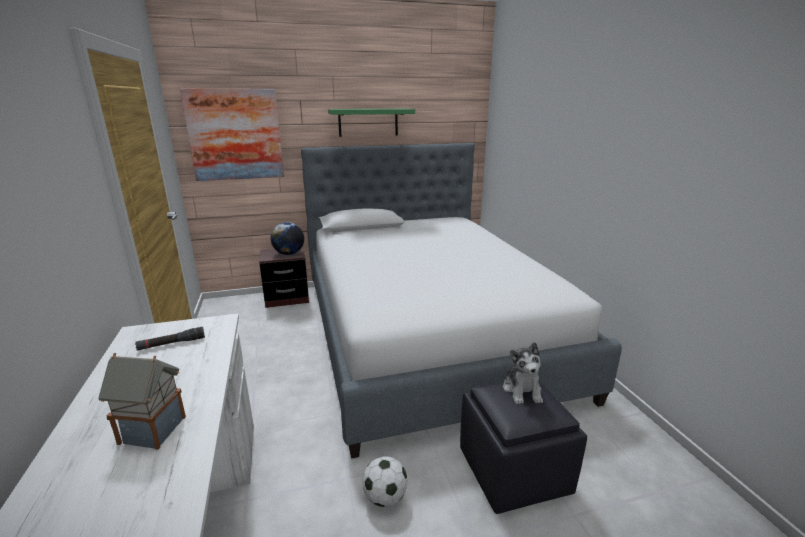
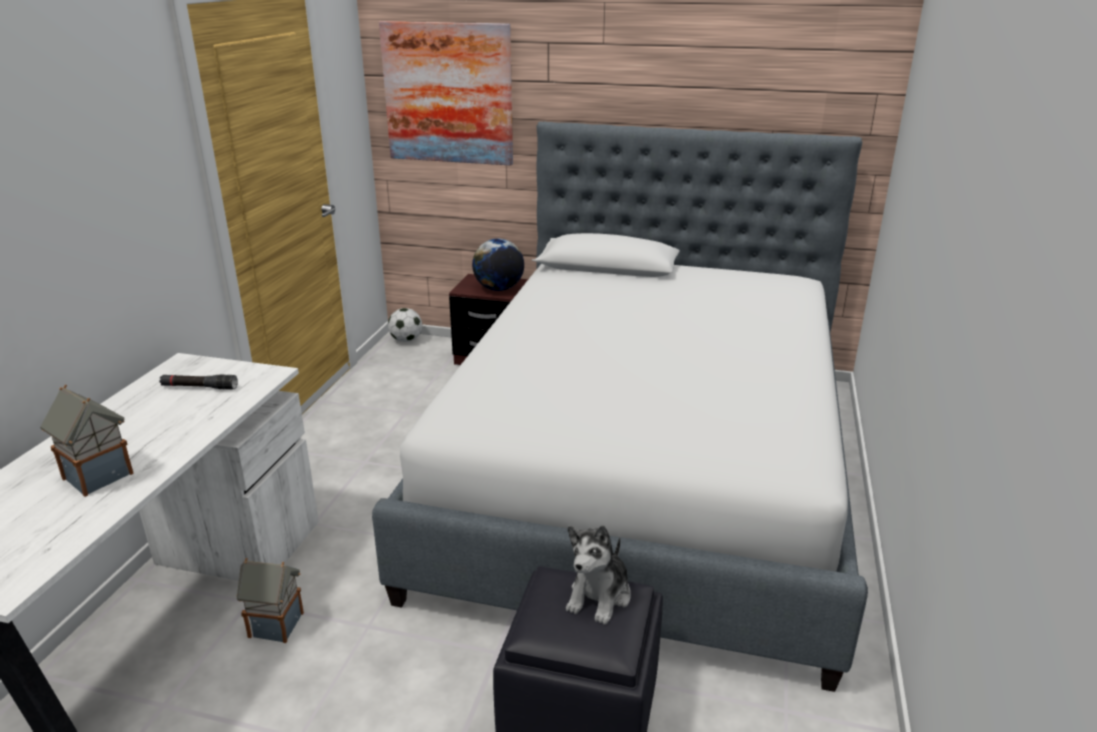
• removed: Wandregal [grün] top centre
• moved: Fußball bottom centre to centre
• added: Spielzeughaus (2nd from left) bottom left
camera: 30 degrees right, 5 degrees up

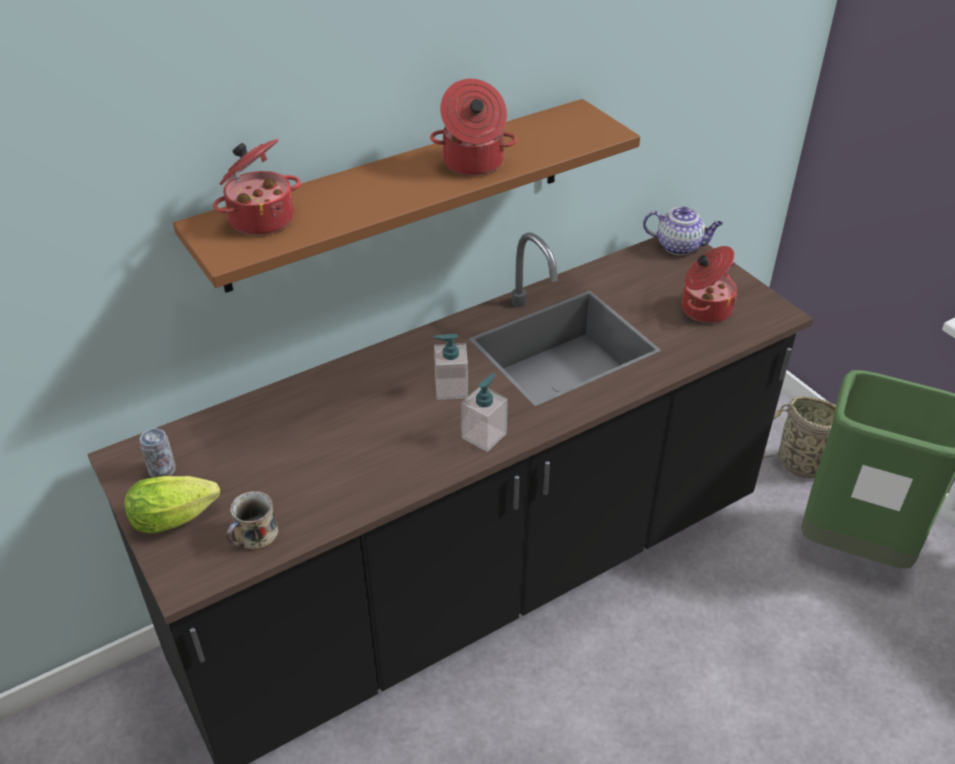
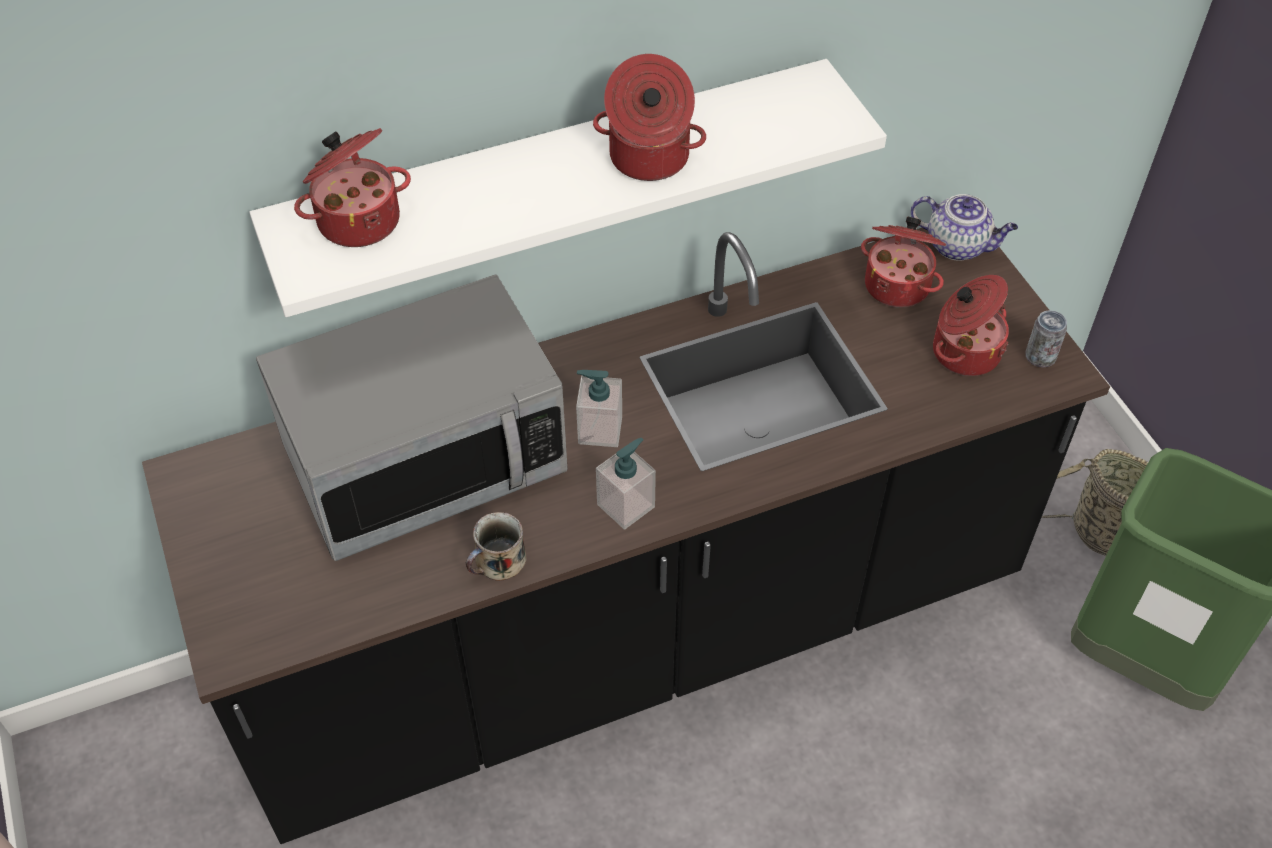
• recoloured: Wandregal [braun] top centre to Wandregal [weiß] top centre
• moved: Dose middle left to middle right
• removed: Salatkopf middle left
• moved: Henkelbecher bottom left to centre
• added: Kochtopf (3rd from left) top right
• added: Mikrowelle middle left
camera: 10 degrees right, 10 degrees up

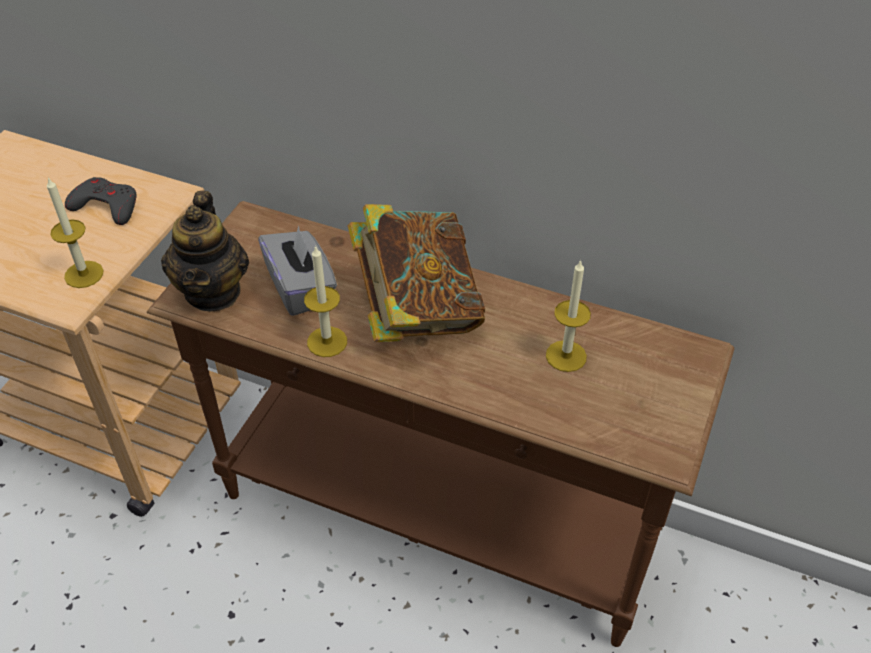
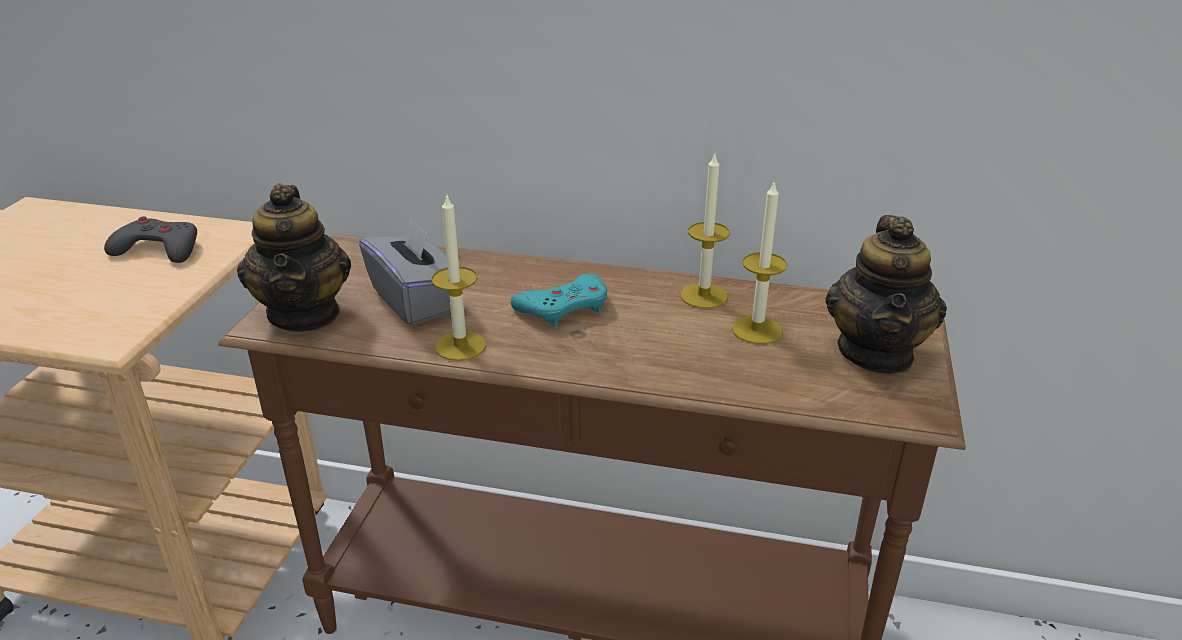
• moved: Kerze (1st from left in the first image) middle left to Kerze (2nd from left) centre
• replaced: Buch centre to Gamepad [türkis] centre
• added: Teekanne (2nd from left) middle right
camera: 10 degrees left, 15 degrees down

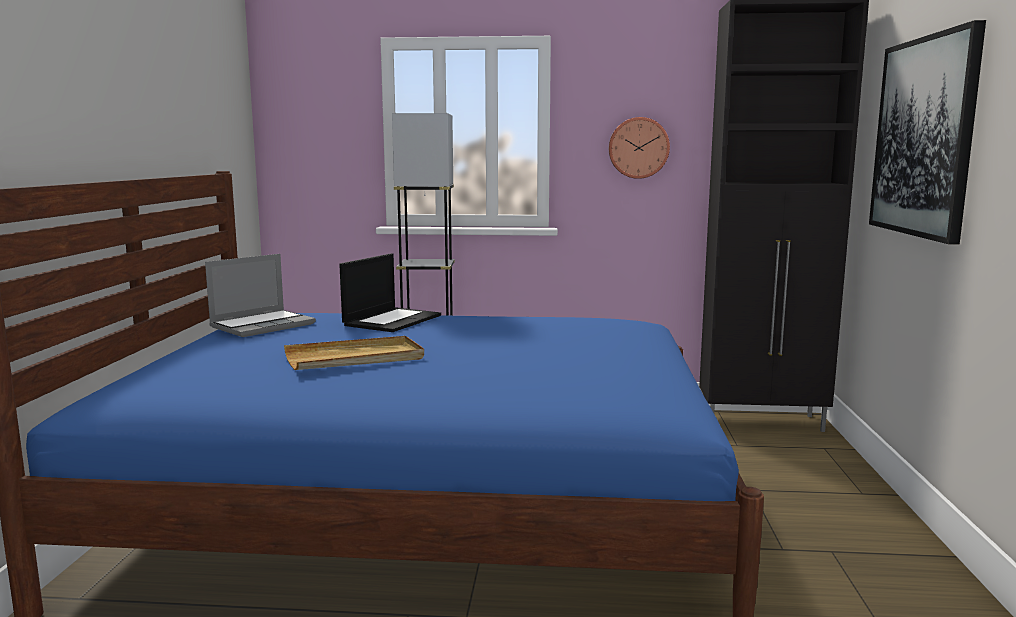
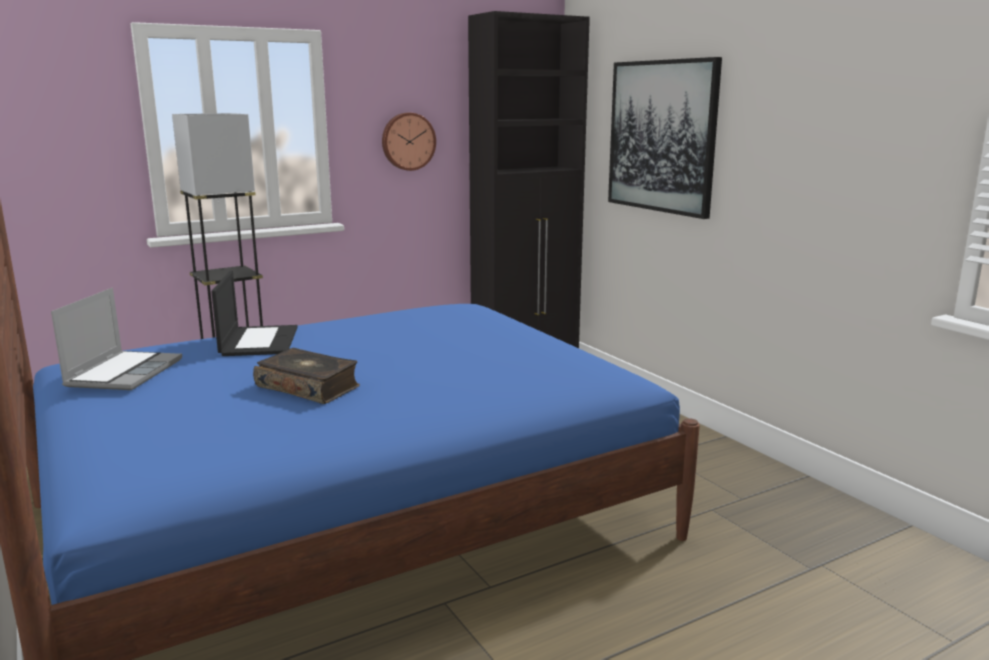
• replaced: Tablett [beige] centre to Buch middle left
camera: 35 degrees left, 5 degrees up

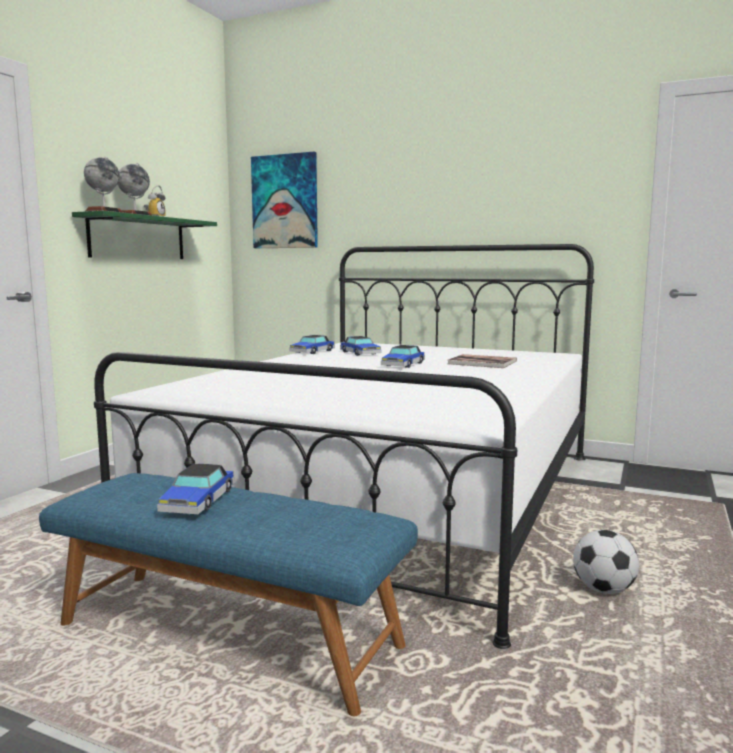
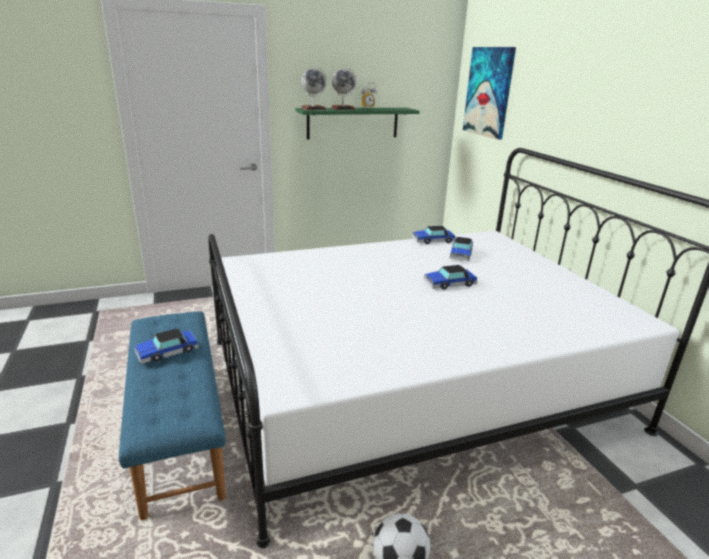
• removed: Buch centre
camera: 45 degrees right, 15 degrees up

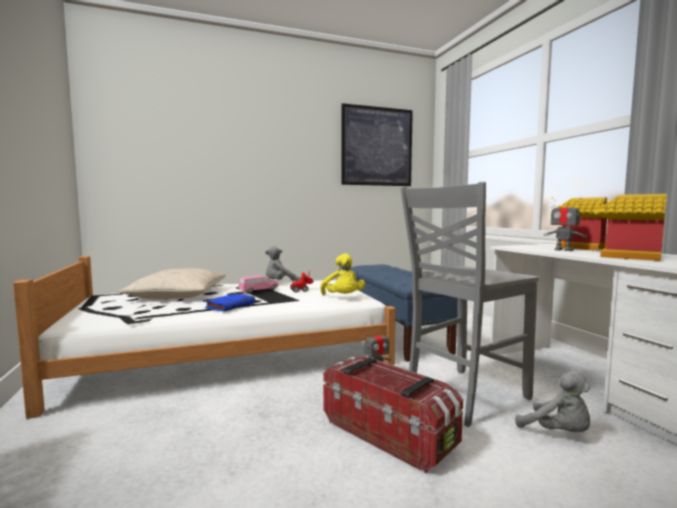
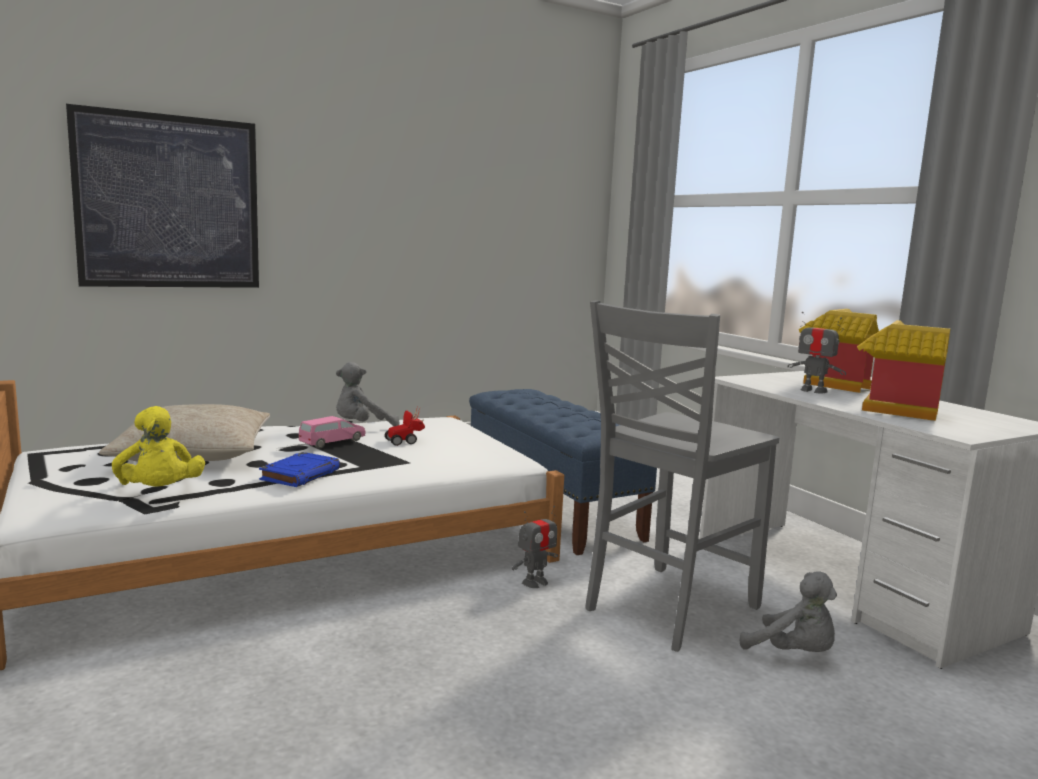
• moved: Bild top centre to top left
• moved: Plüschtier [gelb] centre to middle left
• removed: Aufbewahrungsbox bottom centre
camera: 10 degrees left, 5 degrees up

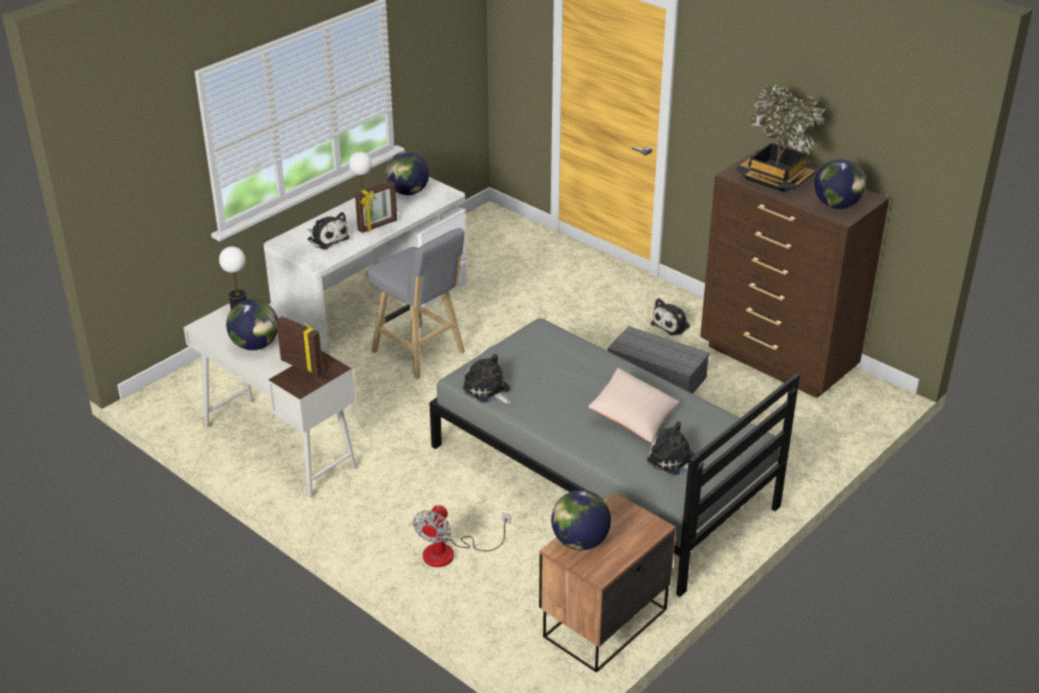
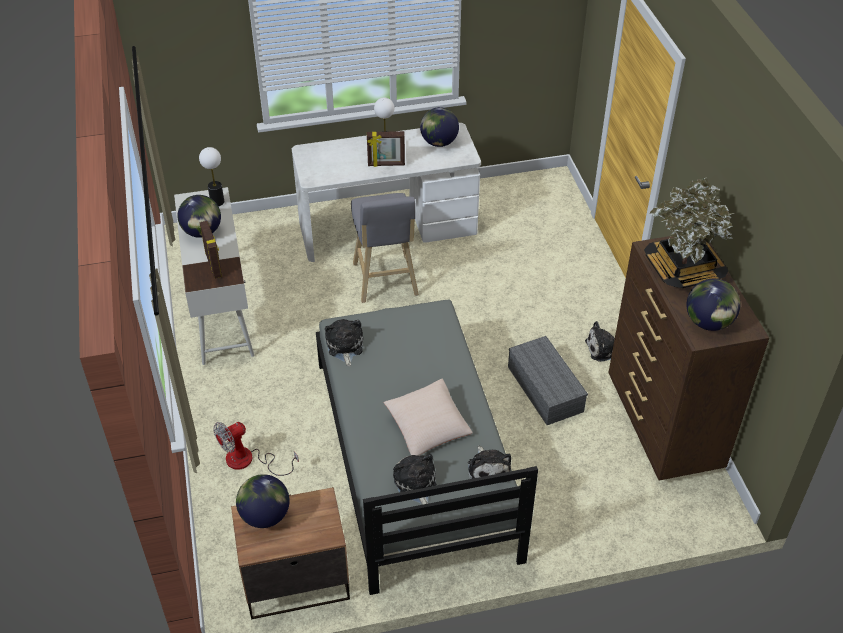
• moved: Plüschtier (1st from left in the first image) middle left to Plüschtier (3rd from left) bottom centre
camera: 35 degrees right, 10 degrees up

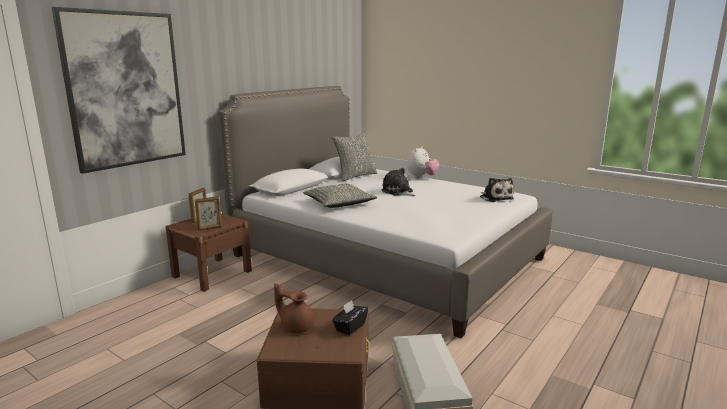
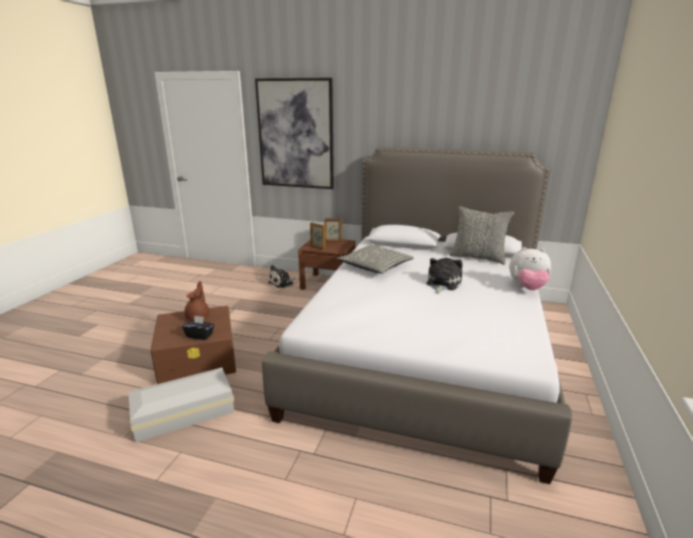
• moved: Plüschtier (3rd from left in the first image) middle right to Plüschtier (1st from left) centre
camera: 70 degrees right, 5 degrees up

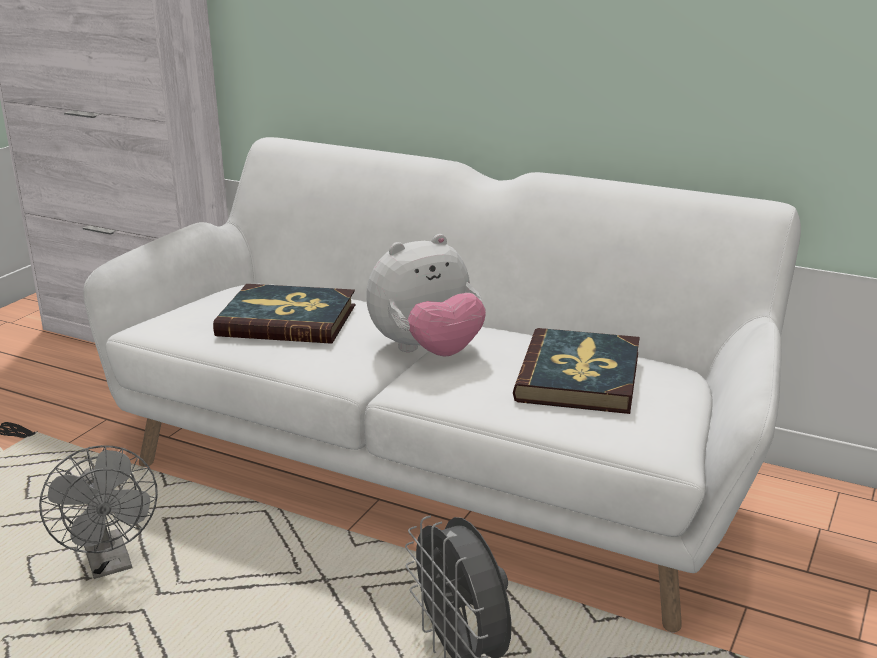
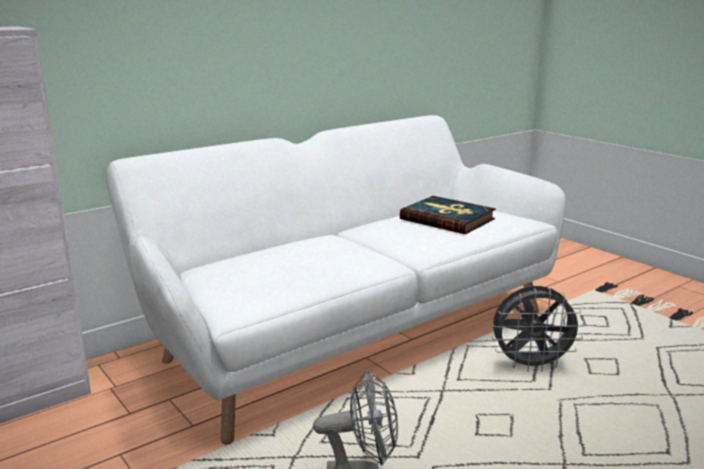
• removed: Plüschtier centre
• removed: Buch (1st from left) middle left
camera: 65 degrees left, 5 degrees down

